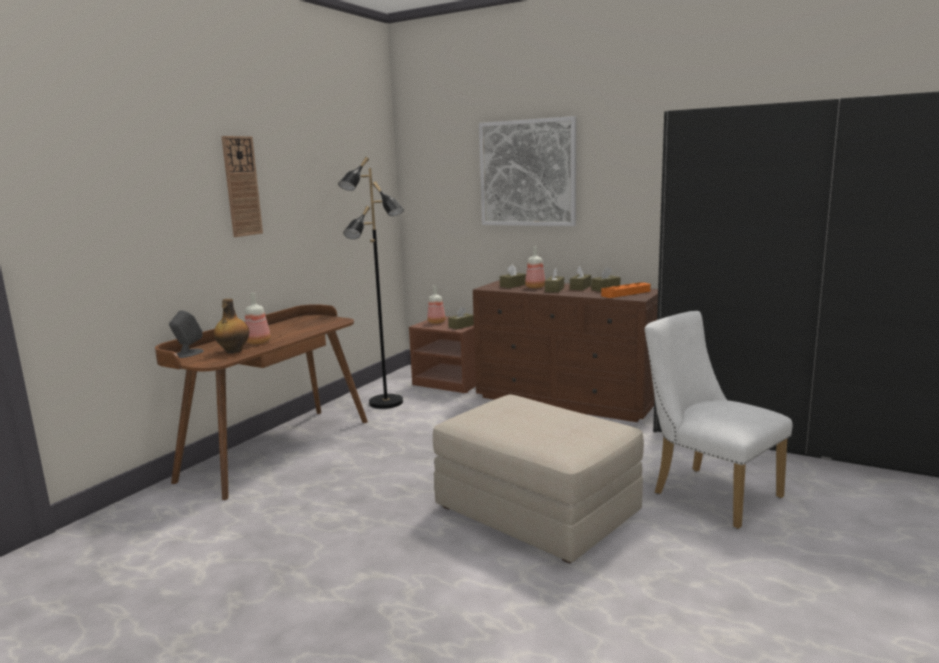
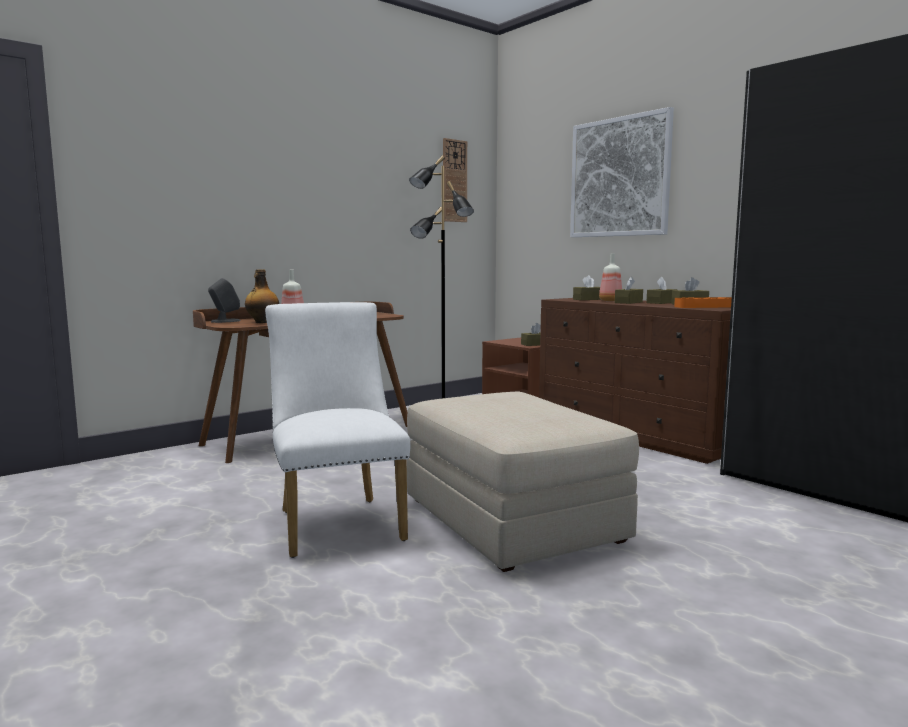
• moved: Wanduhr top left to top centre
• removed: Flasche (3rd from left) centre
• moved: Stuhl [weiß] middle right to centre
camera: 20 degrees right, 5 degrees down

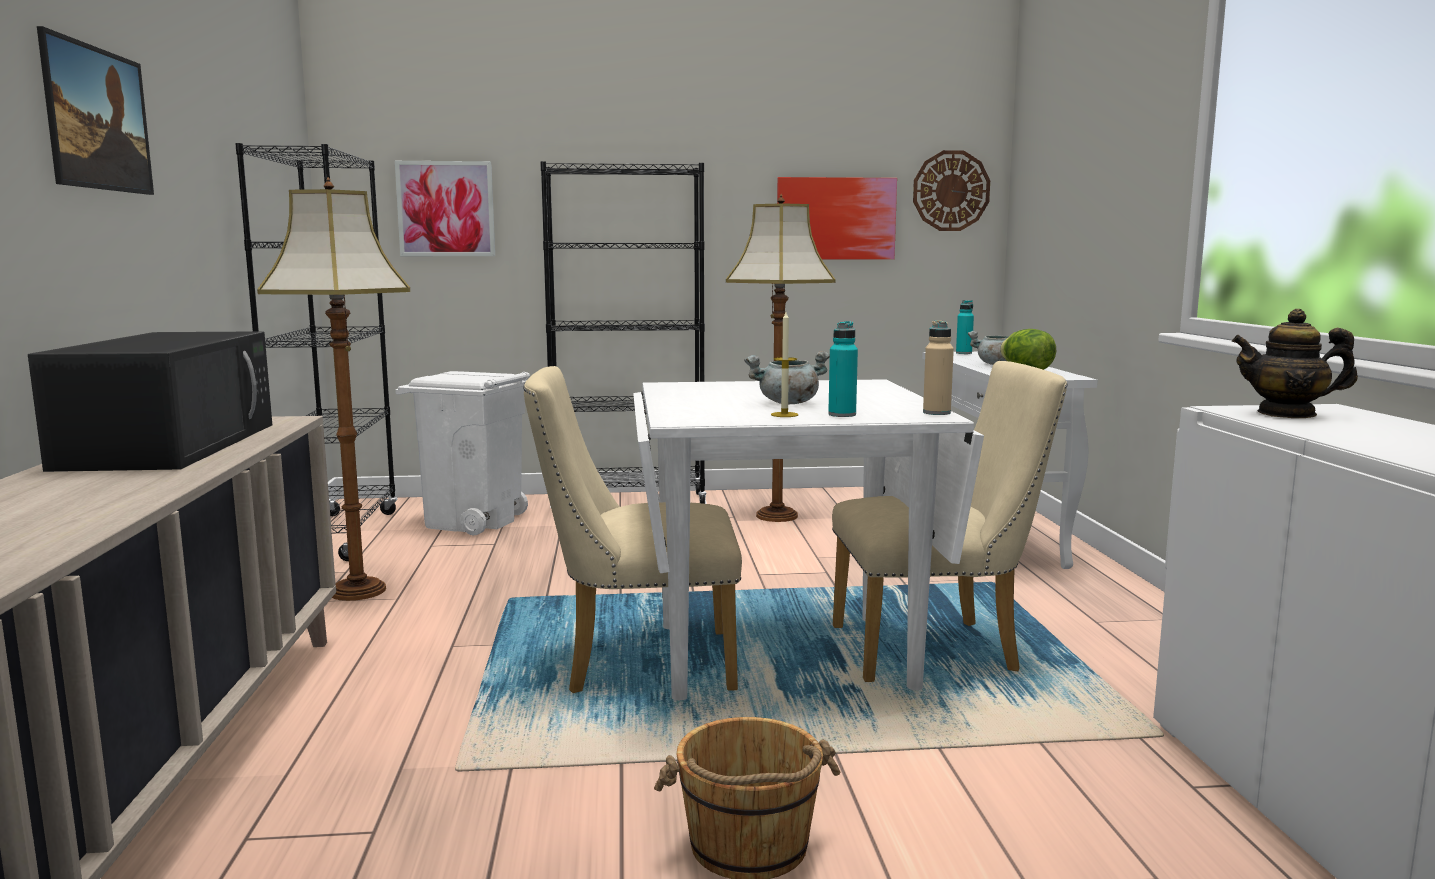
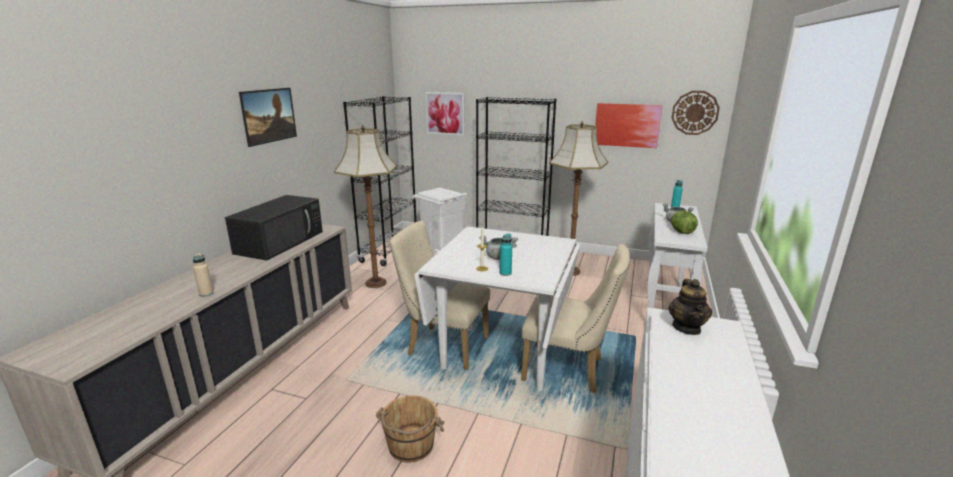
• turned: Teekanne middle right = middle right 120 degrees counterclockwise
• moved: Flasche [beige] centre to middle left
camera: 25 degrees right, 10 degrees up

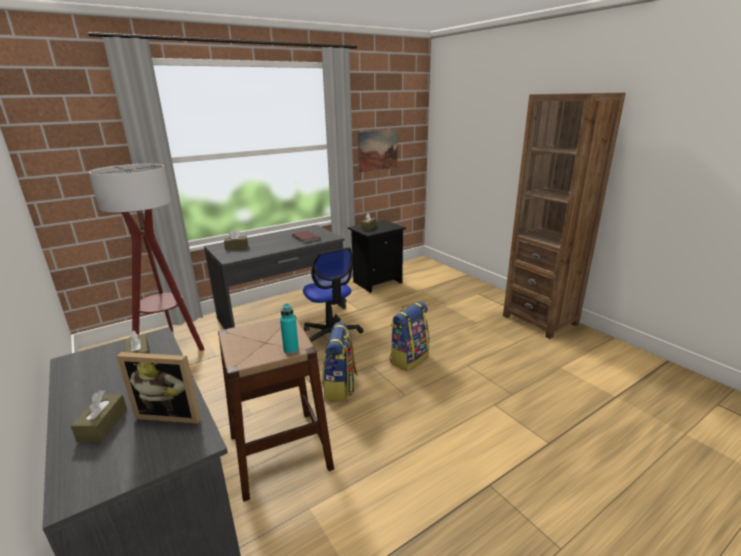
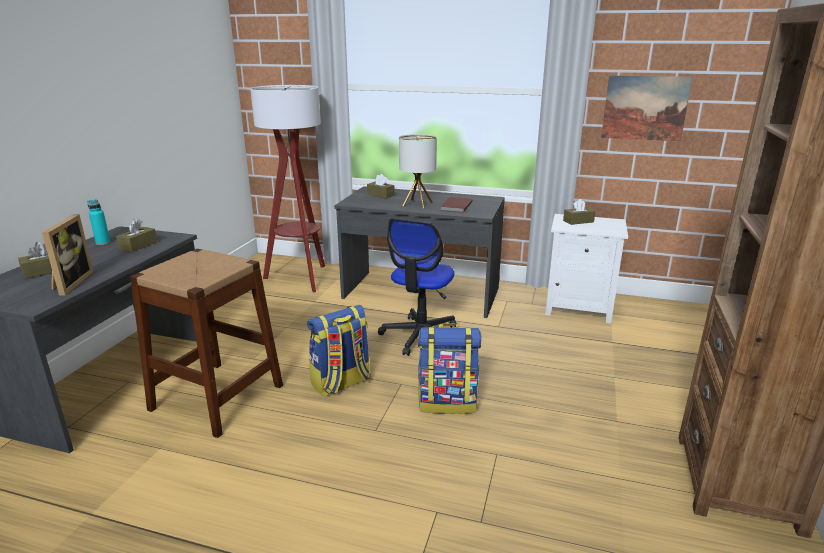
• recoloured: Nachttisch [schwarz] centre to Nachttisch [weiß] middle right
• moved: Flasche [türkis] centre to middle left
• turned: Bilderrahmen bottom left = middle left 150 degrees counterclockwise
• added: Tischlampe top centre
camera: 50 degrees right, 0 degrees up

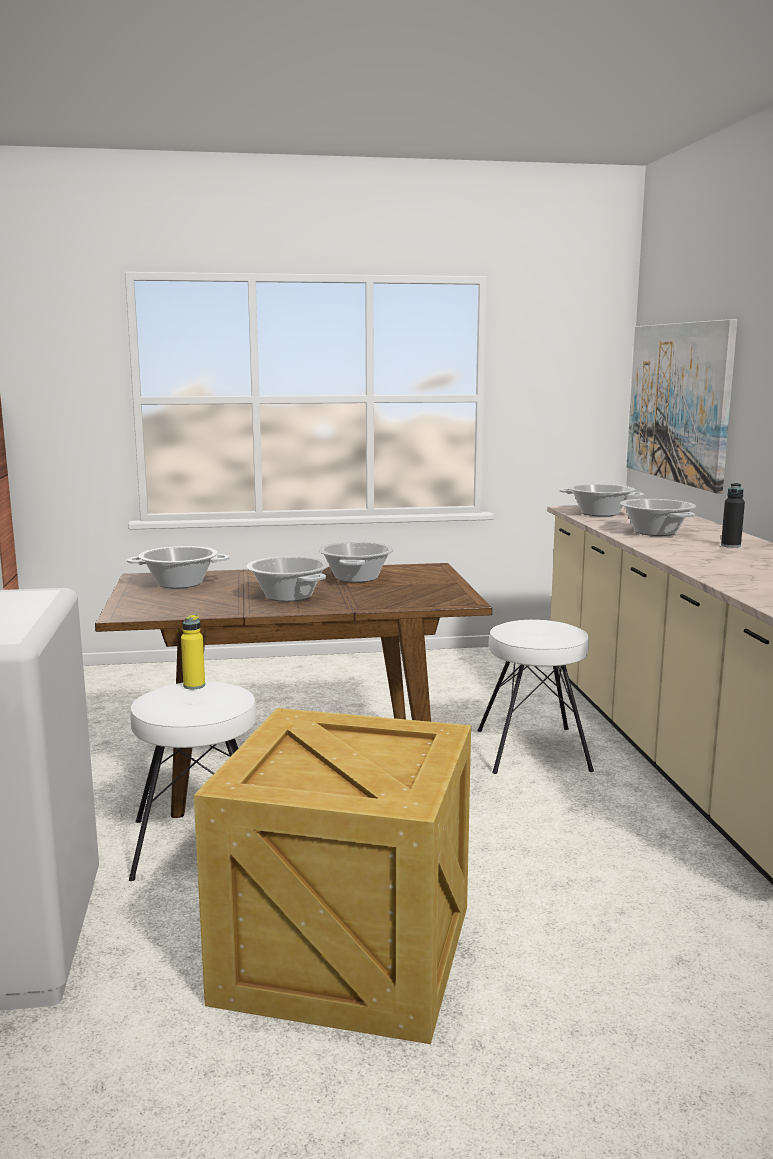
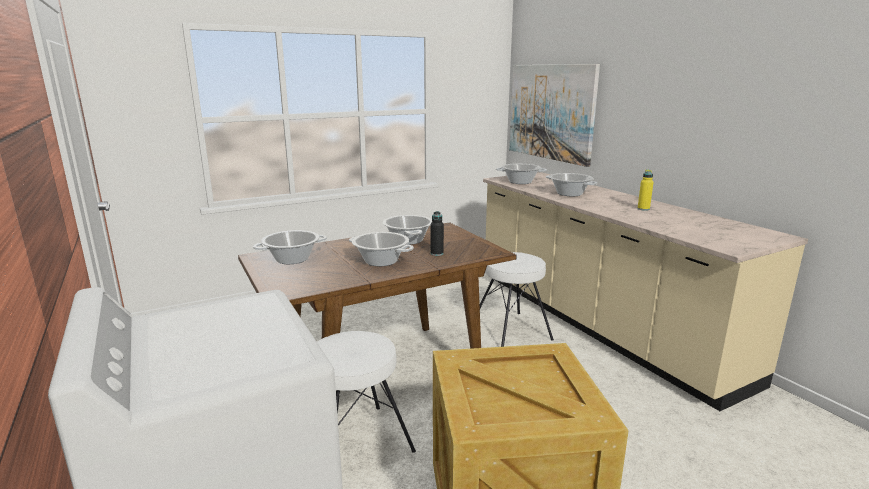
• moved: Flasche [schwarz] middle right to centre
• moved: Flasche [gelb] middle left to middle right
camera: 20 degrees left, 5 degrees up

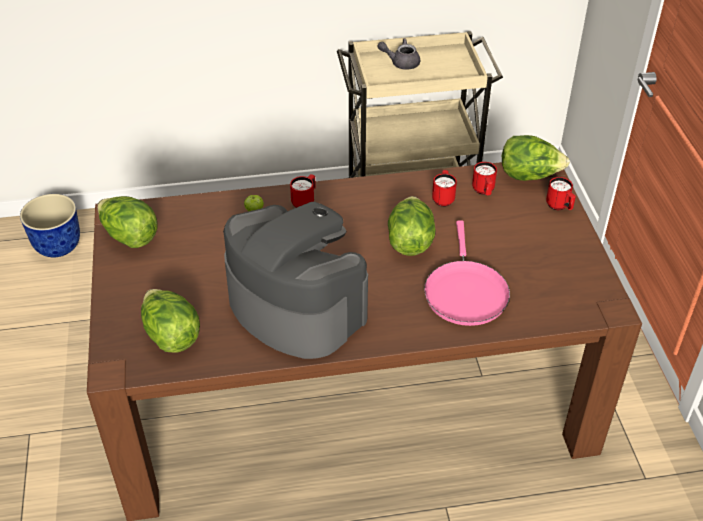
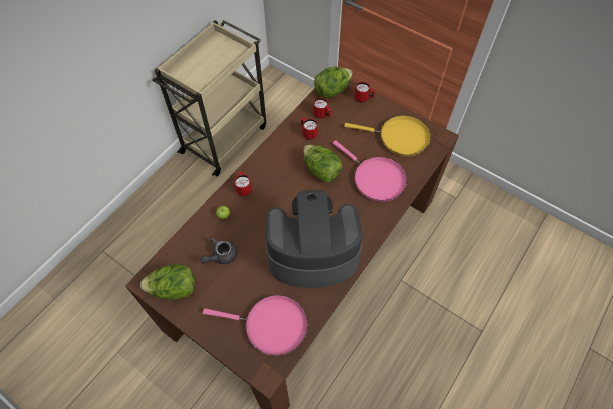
• moved: Teekanne [grau] top centre to centre
• removed: Pflanzkübel middle left
• replaced: Salatkopf (2nd from left) middle left to Pfanne [rosa] (1st from left) bottom centre
• added: Pfanne [gelb] top centre
camera: 45 degrees left, 15 degrees up

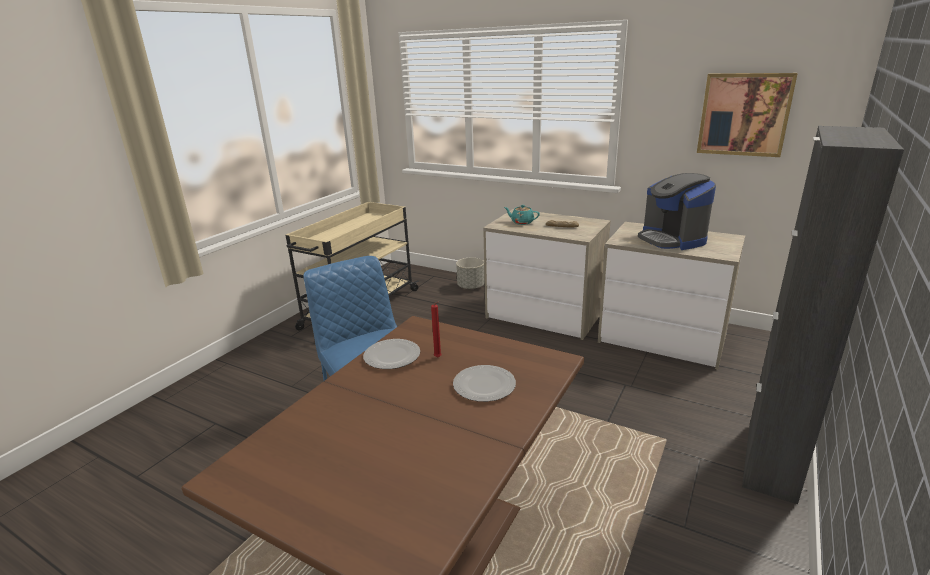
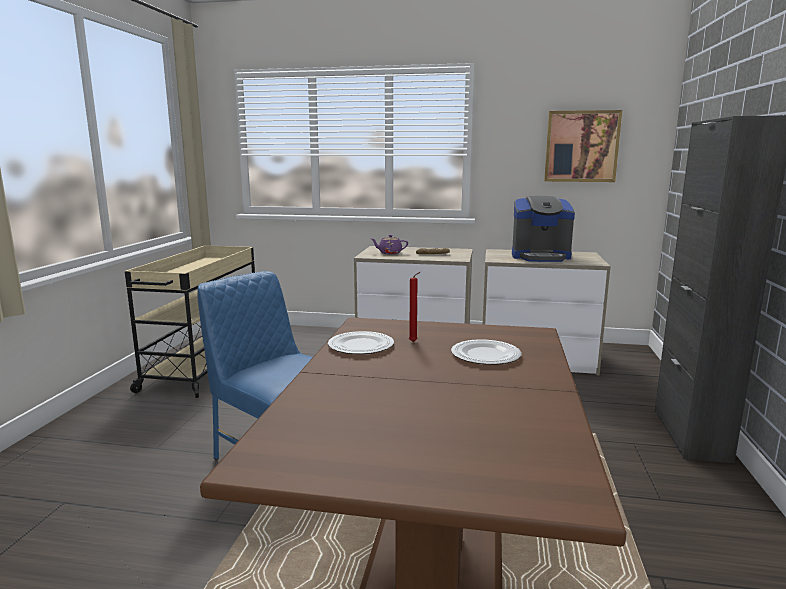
• turned: Kaffeemaschine middle right = middle right 45 degrees counterclockwise
• recoloured: Teekanne [türkis] centre to Teekanne [lila] centre
• removed: Pflanzkübel [grau] centre
camera: 20 degrees left, 10 degrees down

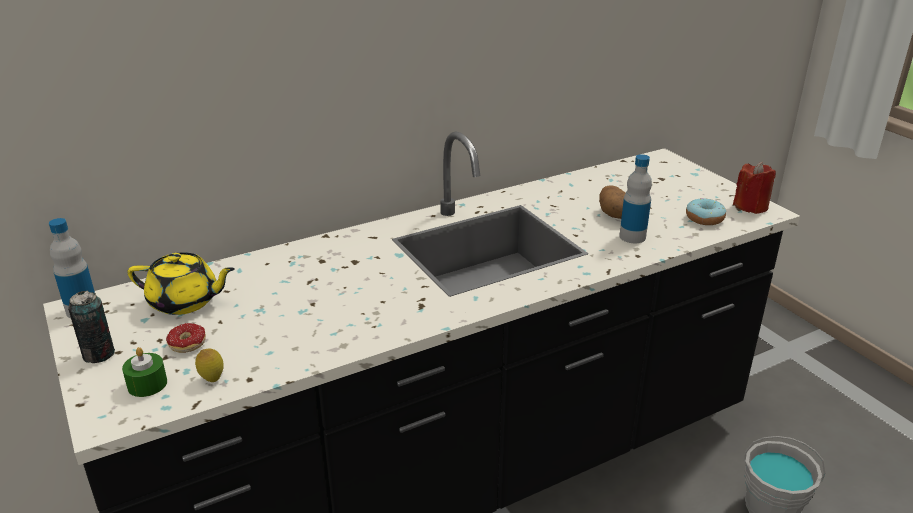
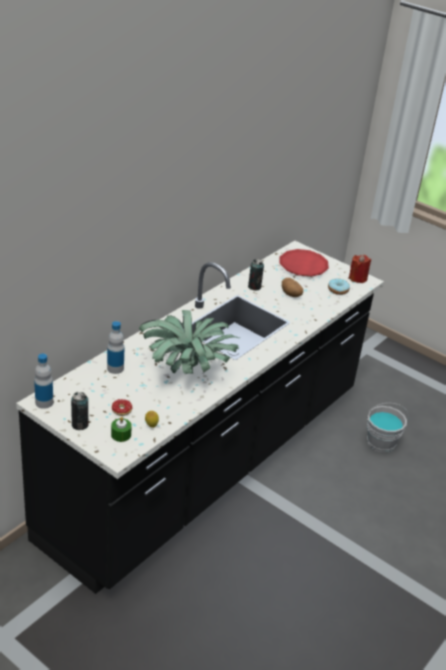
• moved: Flasche (2nd from left) middle right to middle left
• removed: Teekanne [gelb] middle left
• added: Teller [rot] middle right
• added: Dose (2nd from left) centre
• added: Topfpflanze centre
camera: 25 degrees left, 5 degrees up

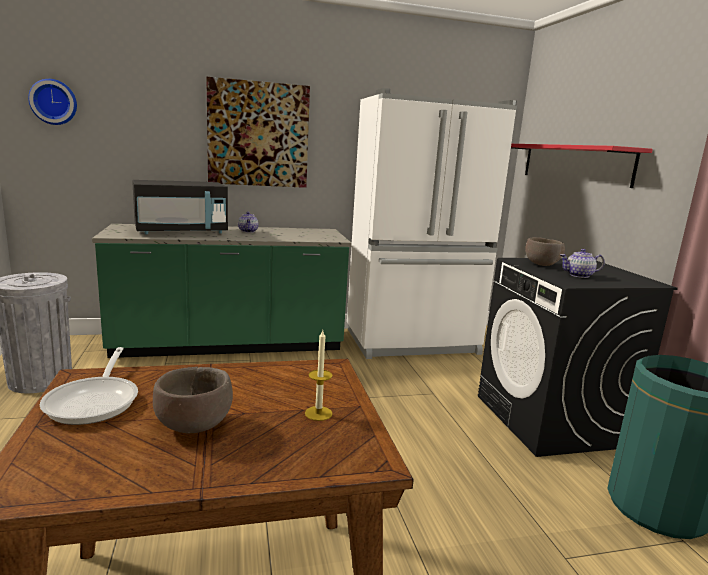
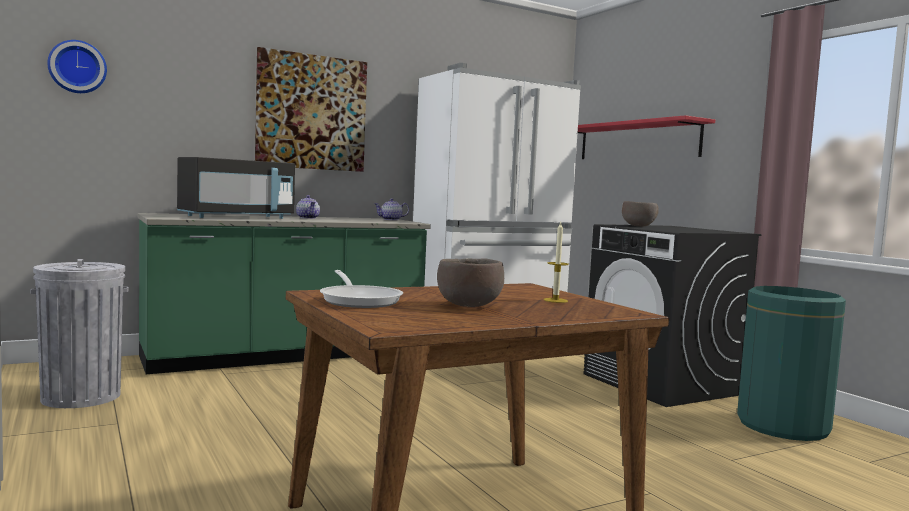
• moved: Teekanne (2nd from left) middle right to centre
camera: 15 degrees left, 10 degrees down

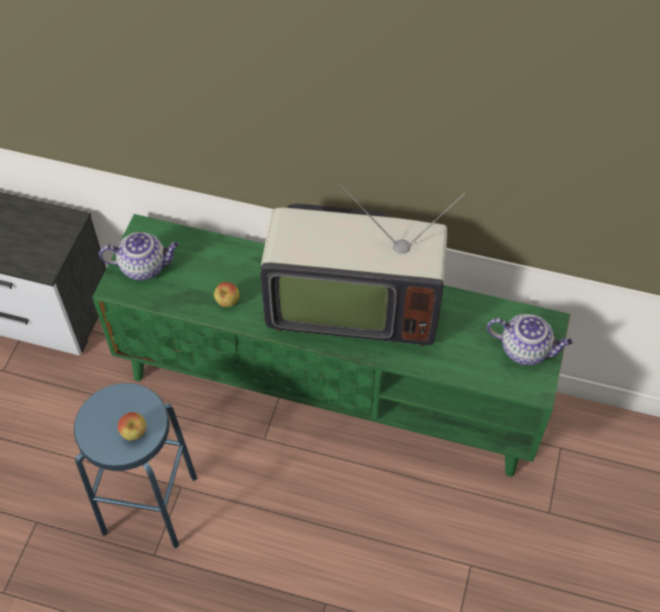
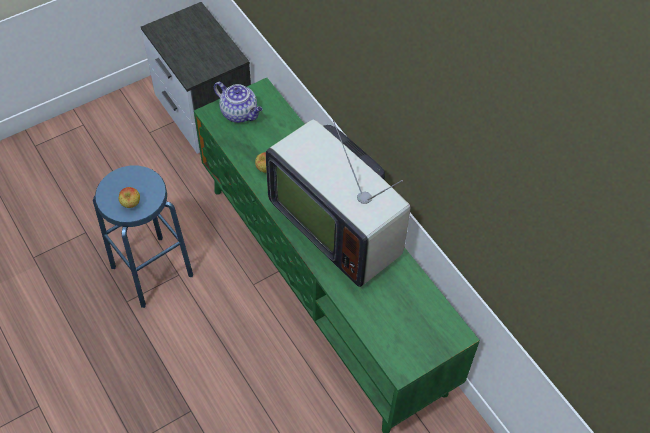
• removed: Teekanne (2nd from left) middle right
camera: 40 degrees right, 0 degrees up

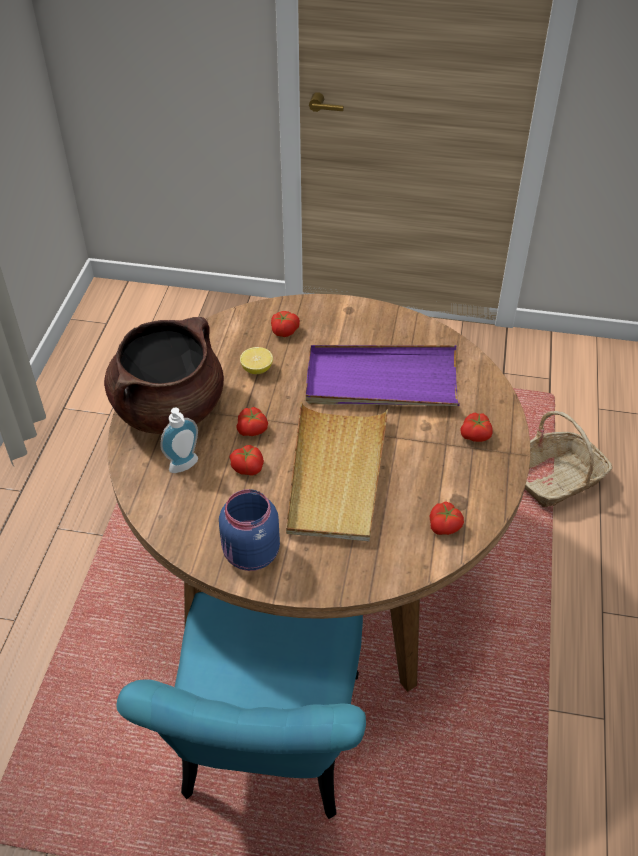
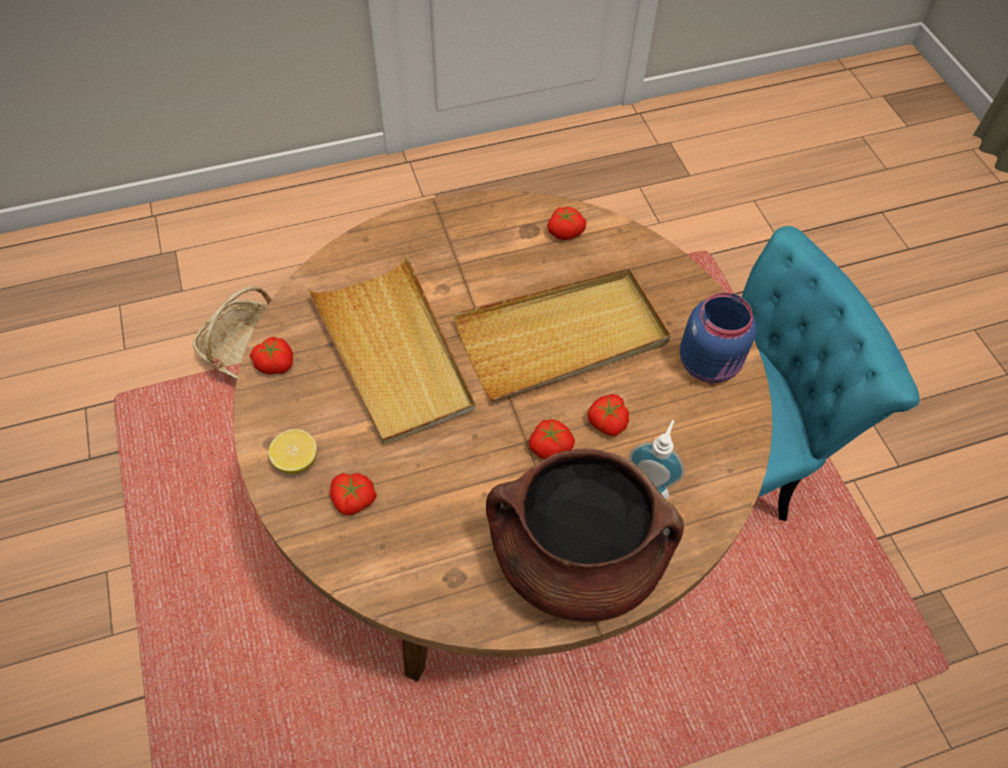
• recoloured: Tablett [lila] centre to Tablett [beige] (1st from left) centre
• moved: Zitrone centre to middle left
• moved: Tomate (5th from left in the first image) middle right to Tomate (1st from left) middle left
camera: 120 degrees left, 10 degrees up

